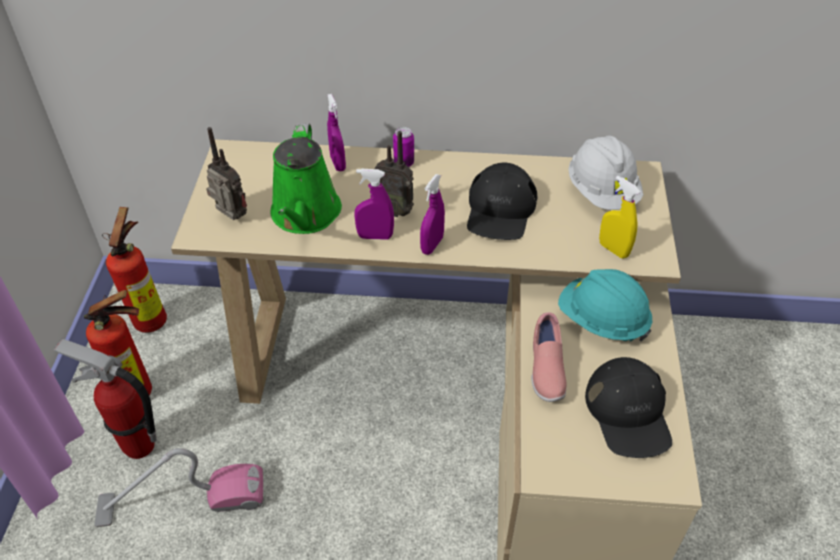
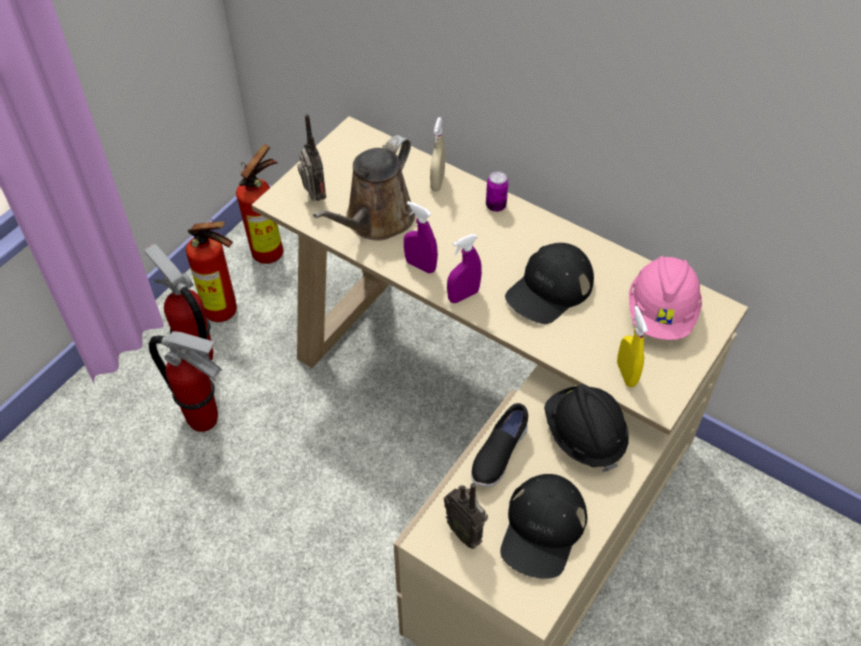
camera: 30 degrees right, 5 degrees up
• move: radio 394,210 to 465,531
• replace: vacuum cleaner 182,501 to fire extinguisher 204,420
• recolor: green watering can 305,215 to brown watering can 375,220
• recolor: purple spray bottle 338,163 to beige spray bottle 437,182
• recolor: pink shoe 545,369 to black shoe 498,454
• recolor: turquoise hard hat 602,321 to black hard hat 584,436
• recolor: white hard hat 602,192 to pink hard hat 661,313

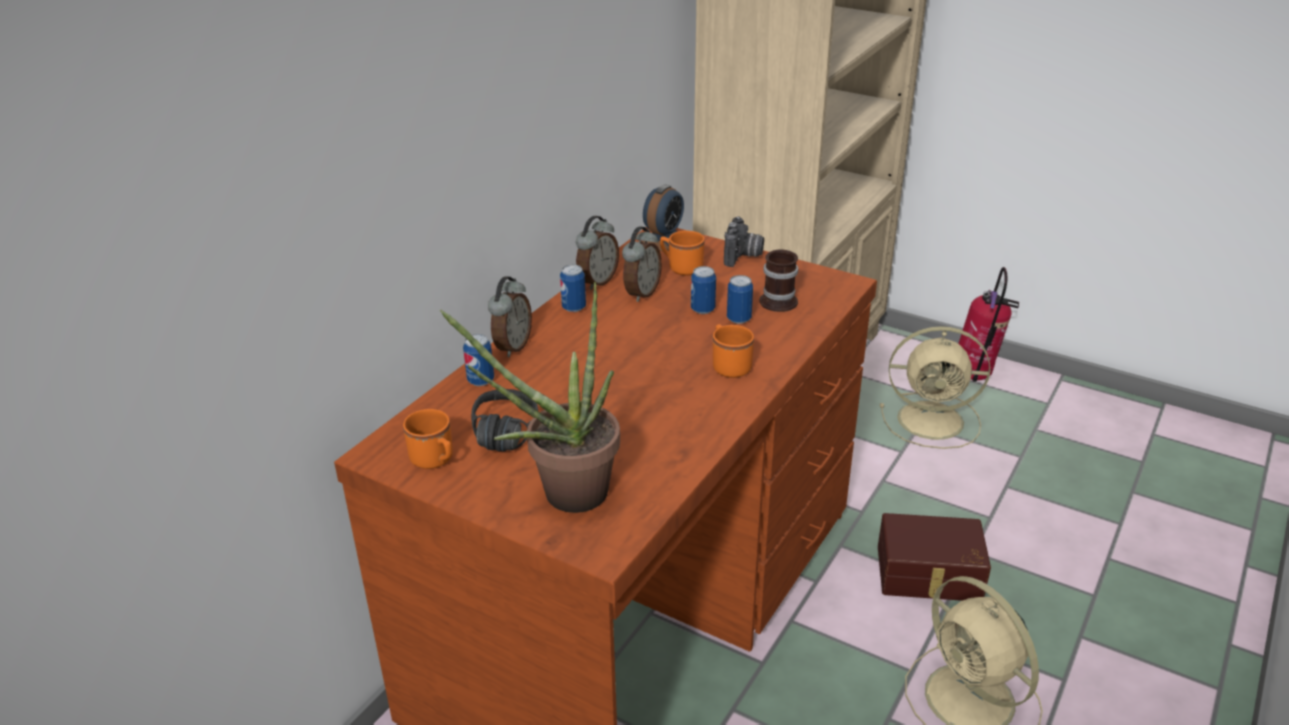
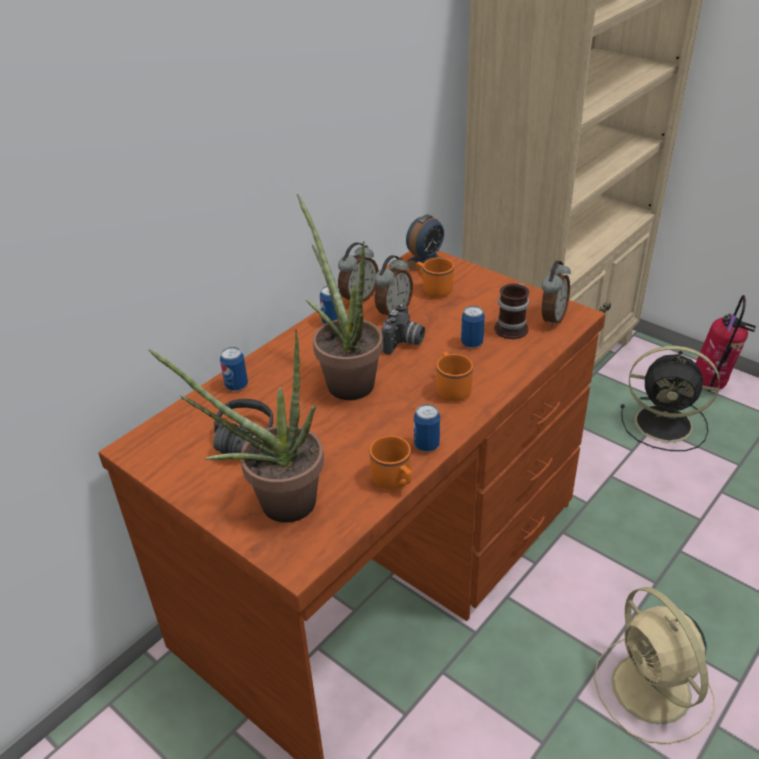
camera: 10 degrees right, 5 degrees up
• delete: brown storage box 929,575
• insert: potted plant 345,379
• move: orange mug 435,461 to 394,482
• move: alarm clock 512,347 to 552,318
• move: can 702,309 to 426,445
• move: photo camera 743,256 to 404,343
• recolor: beige fan 933,420 to black fan 666,424

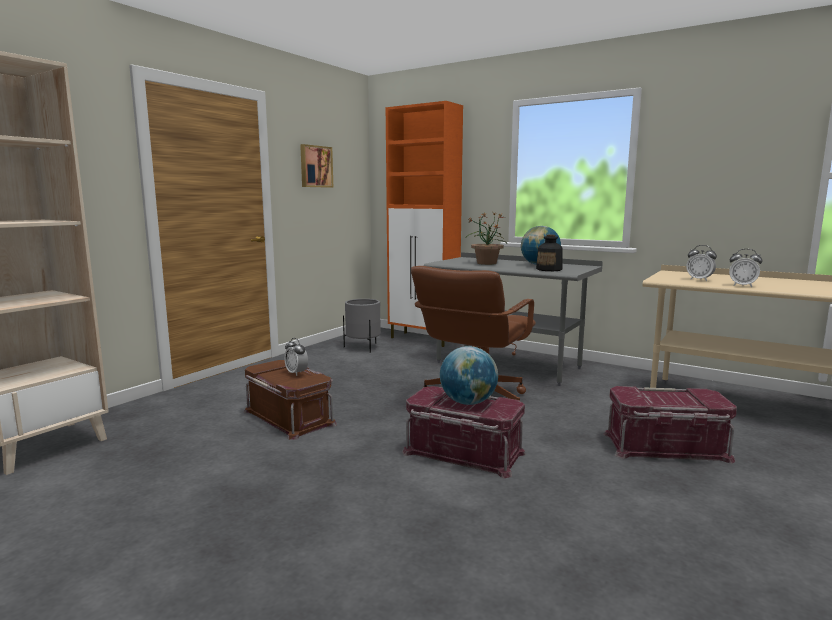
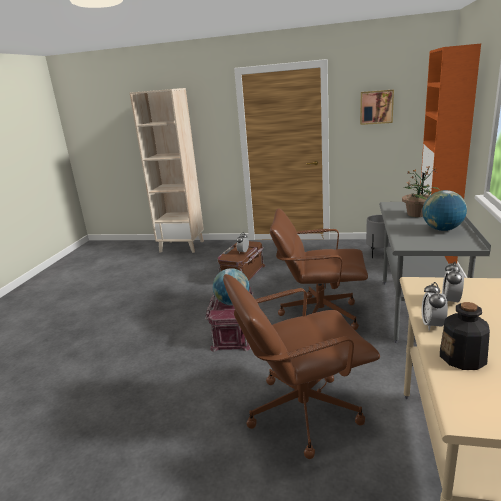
camera: 70 degrees right, 10 degrees up
• move: bottle 549,269 to 463,358
• replace: red storage box 666,447 to brown office chair 301,411

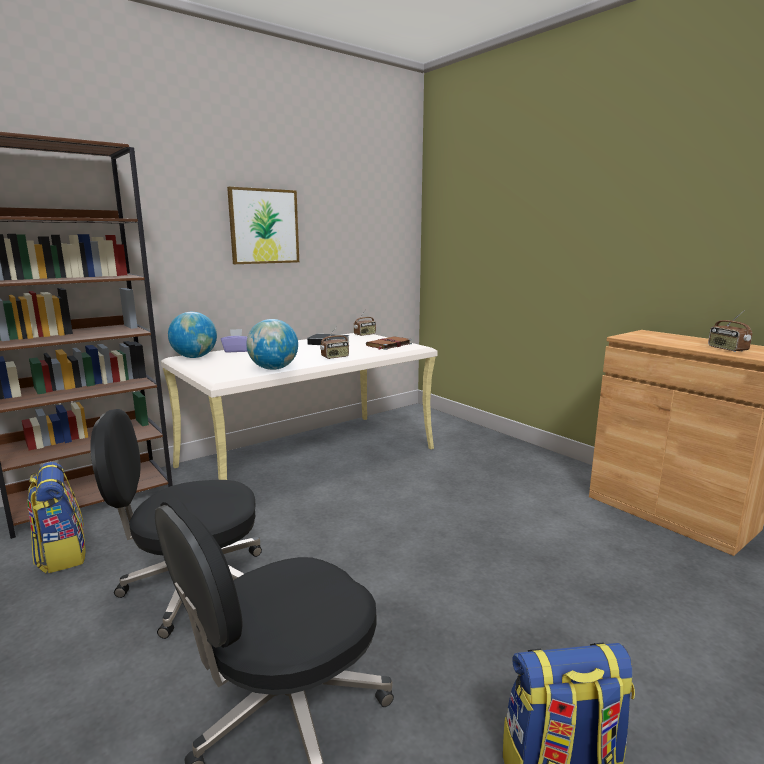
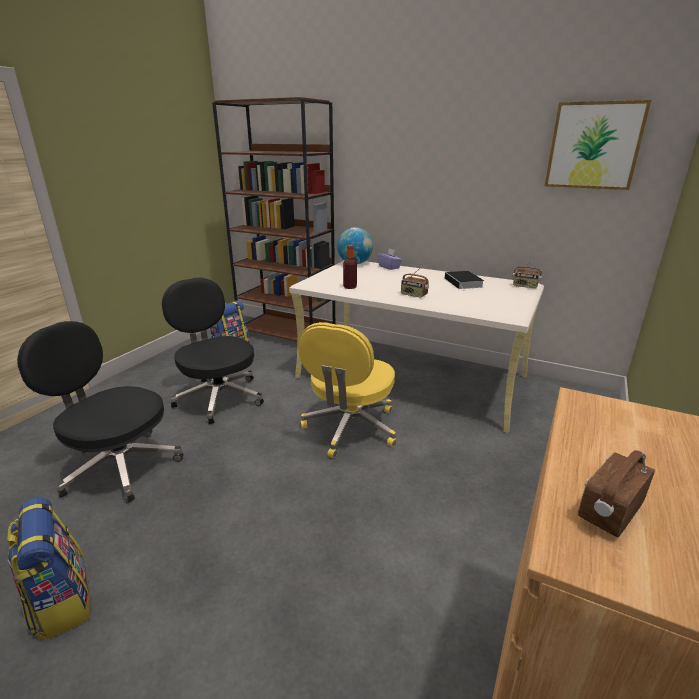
camera: 65 degrees right, 10 degrees up
• delete: brown book 388,345
• insert: yellow office chair 350,429
• move: picture 264,226 to 594,146
• replace: globe 273,369 to bottle 350,287

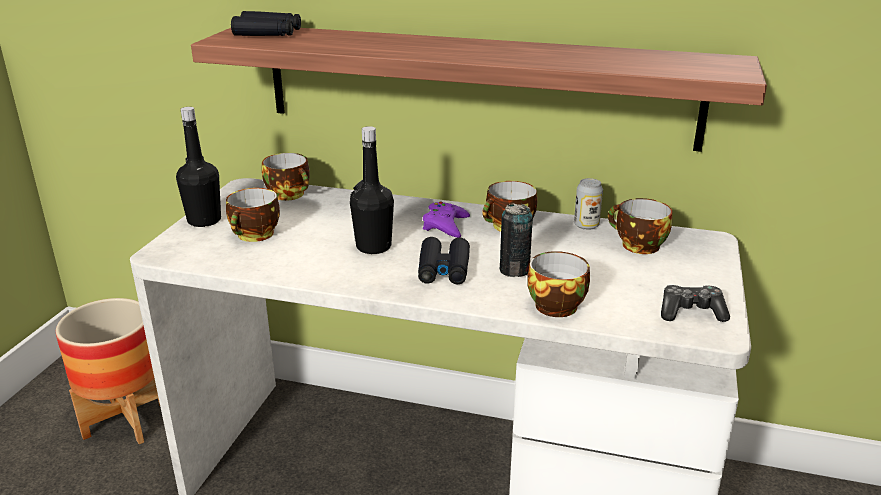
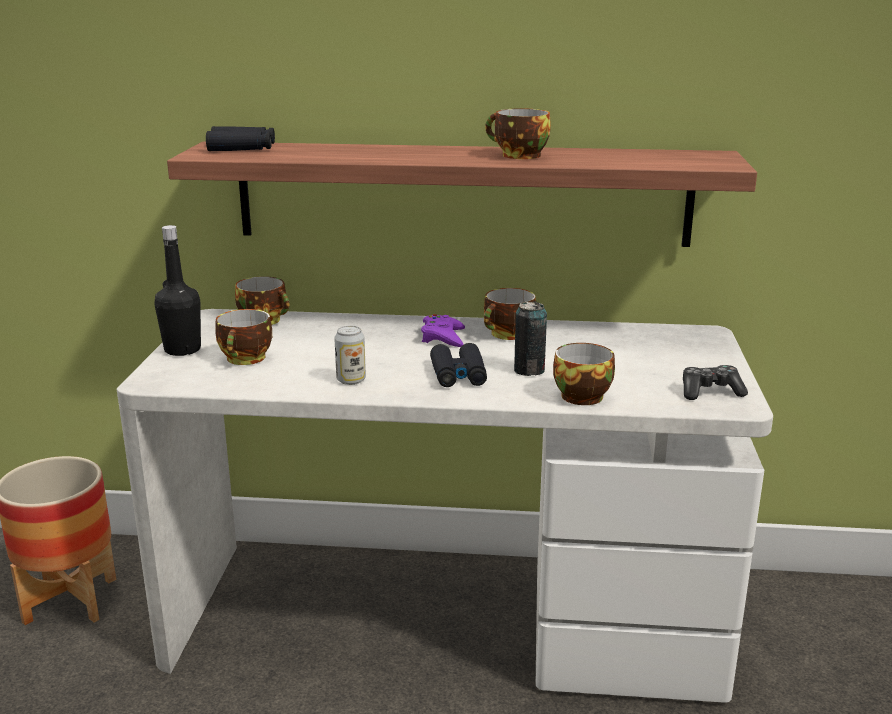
camera: 10 degrees left, 5 degrees down
• delete: black bottle 373,247
• move: can 586,225 to 351,380
• move: cup 637,246 to 518,156

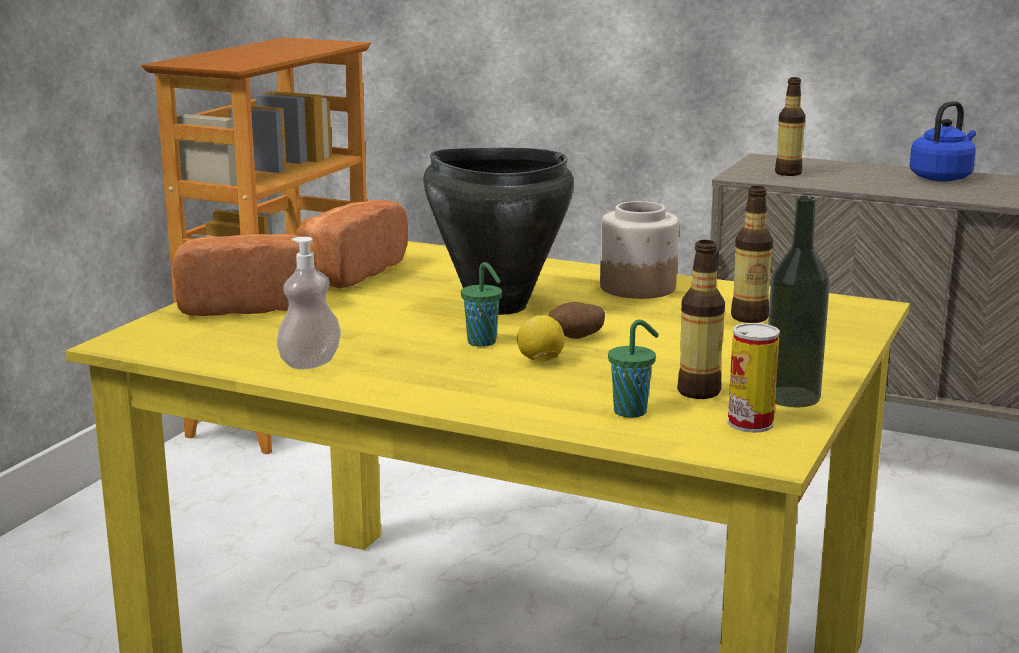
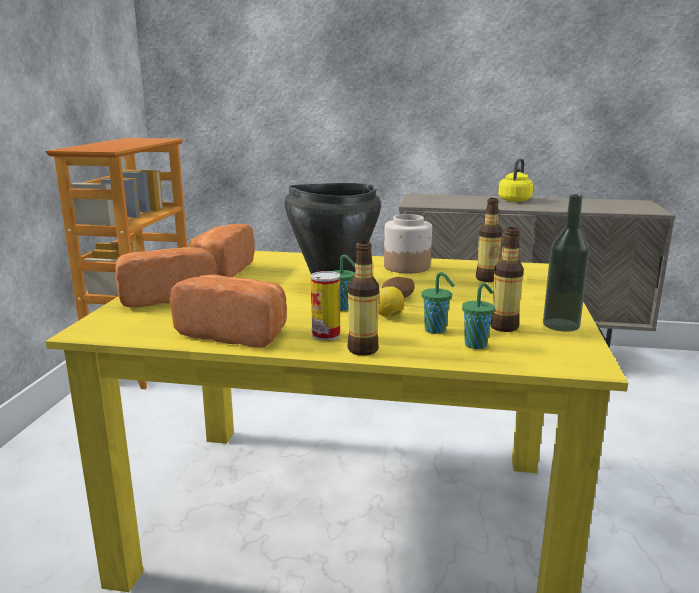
camera: 15 degrees left, 0 degrees up
• insert: green cup 436,330
• move: can 750,423 to 326,335
• move: bottle 788,173 to 362,350
• replace: soap dispenser 310,363 to bread 236,333
• recolor: blue kettle 942,177 to yellow kettle 515,200

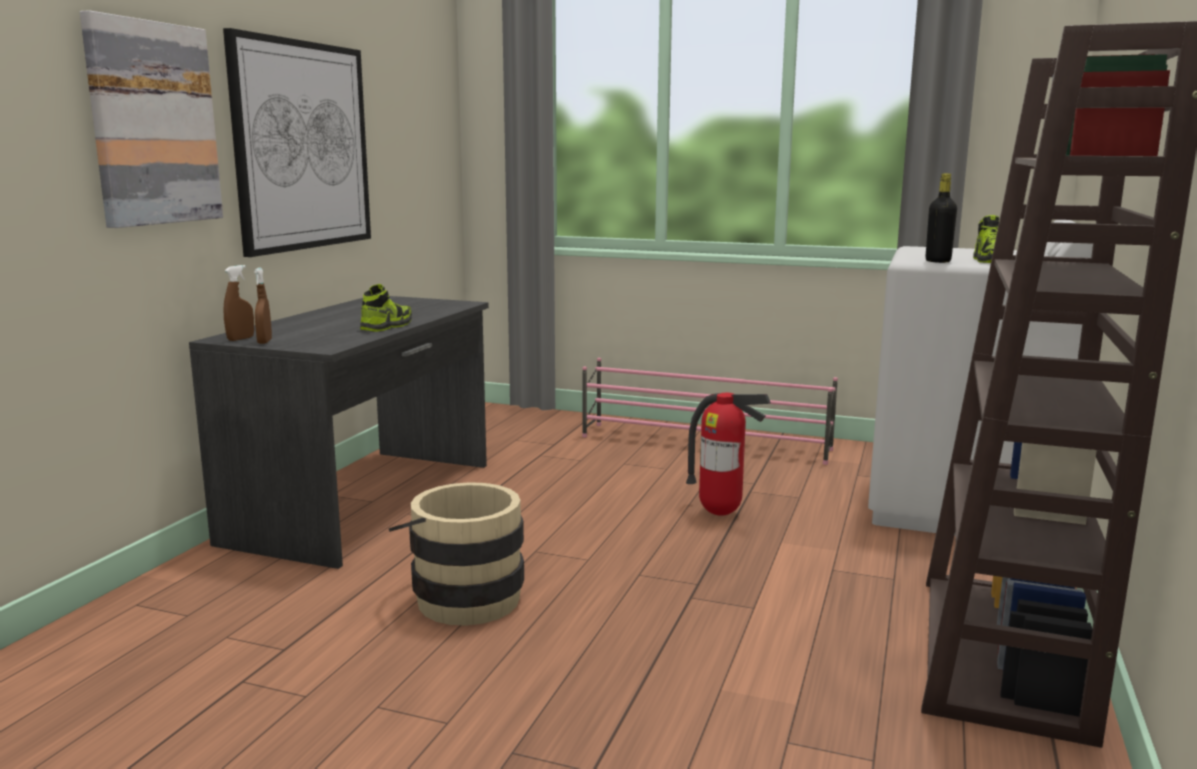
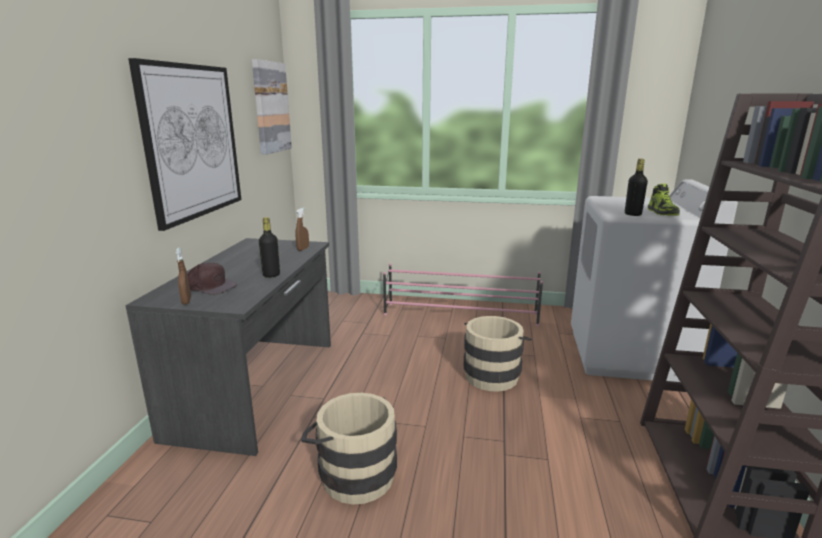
camera: 10 degrees left, 5 degrees up
• insert: brown cap 210,286
• move: picture 153,124 to 271,107
• move: brown spray bottle 241,339 to 303,249
• replace: shoe 387,326 to black bottle 271,275
• replace: fire extinguisher 721,513 to beige bucket 493,374

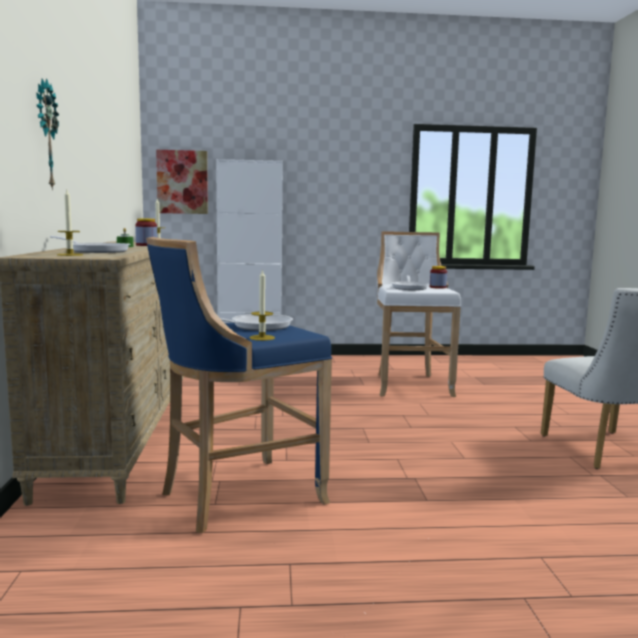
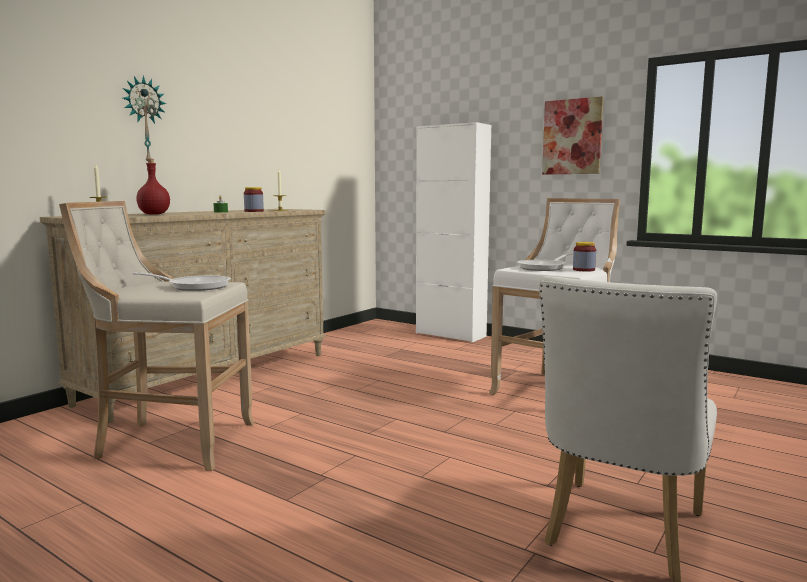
camera: 40 degrees right, 0 degrees up
• delete: candle 262,338
• move: picture 182,182 to 572,137
• replace: frying pan 96,251 to red bottle 154,214
• recolor: blue stool 236,497 to beige stool 171,442

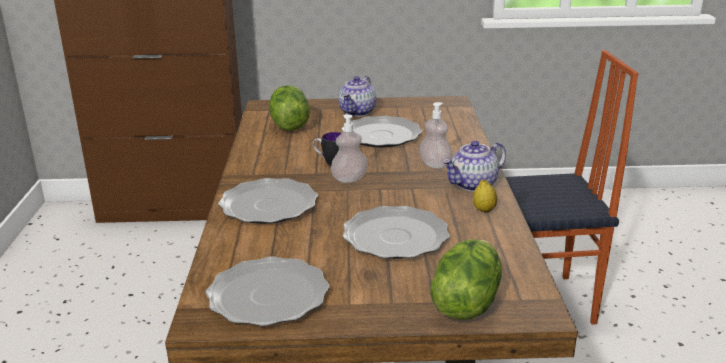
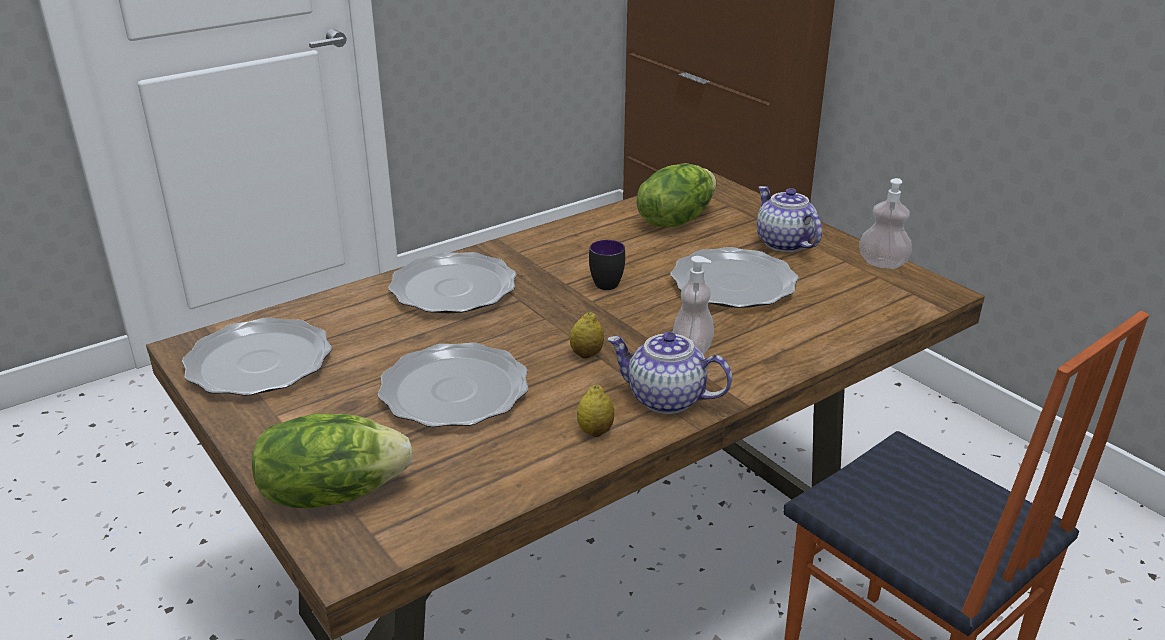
camera: 55 degrees right, 5 degrees up
• insert: lemon 586,354
• move: soap dispenser 349,179 to 882,263
• rotate: teapot 358,112 = 783,243 75 degrees clockwise

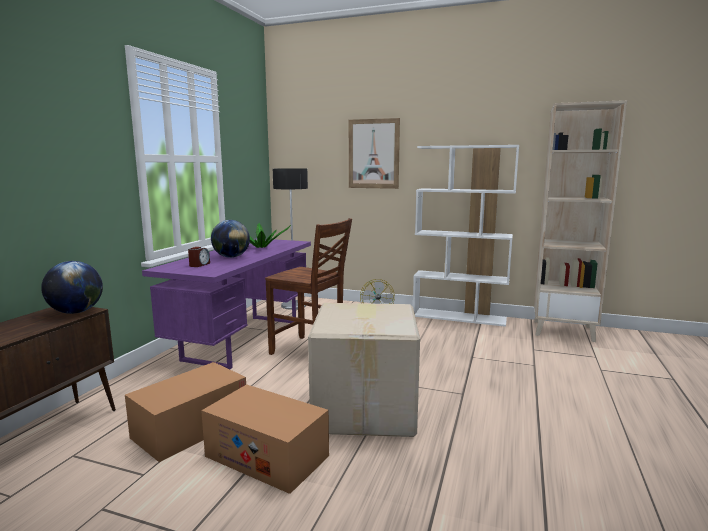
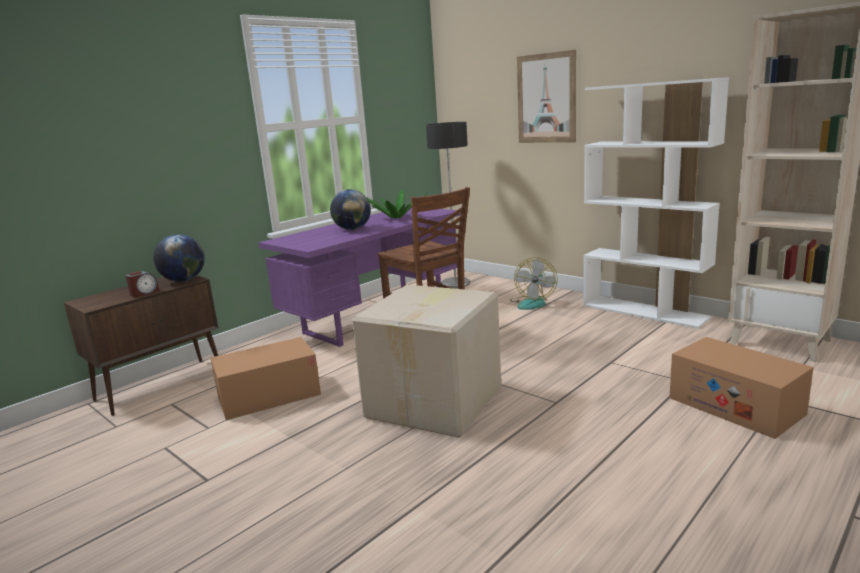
camera: 25 degrees right, 5 degrees up
• move: alarm clock 199,265 to 144,293
• move: cardboard box 267,456 to 735,406

